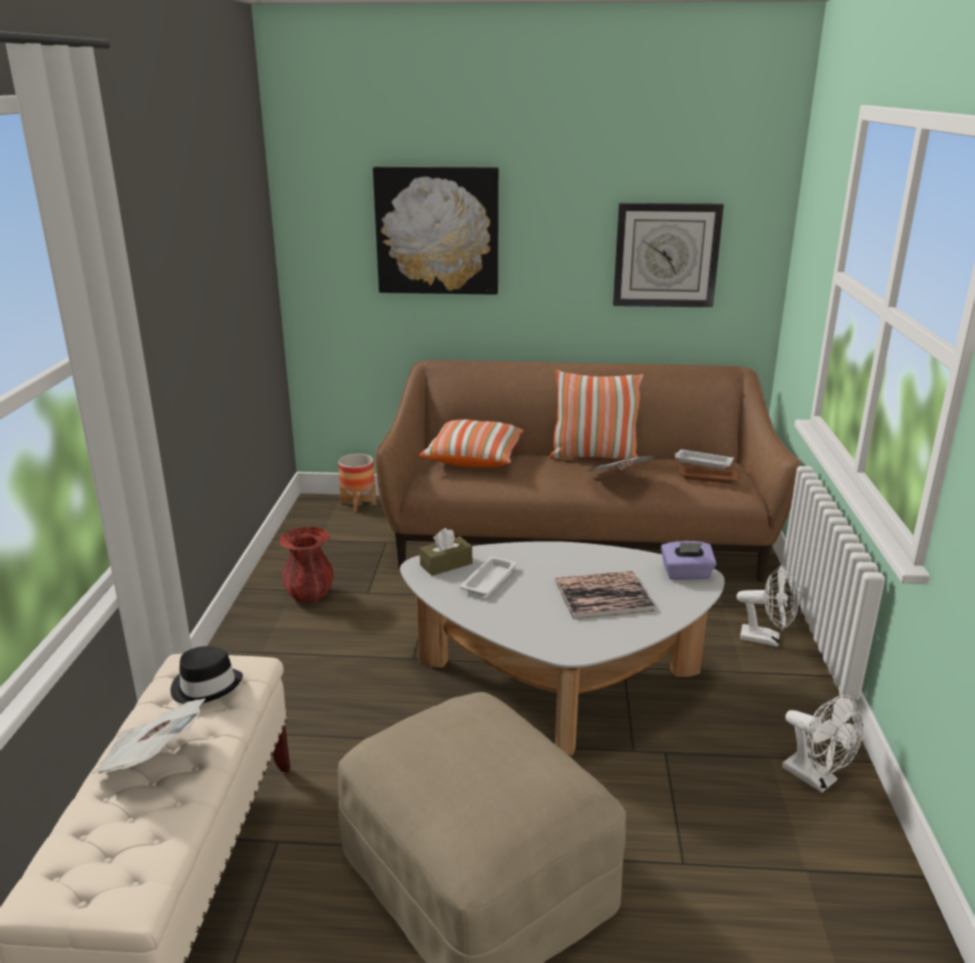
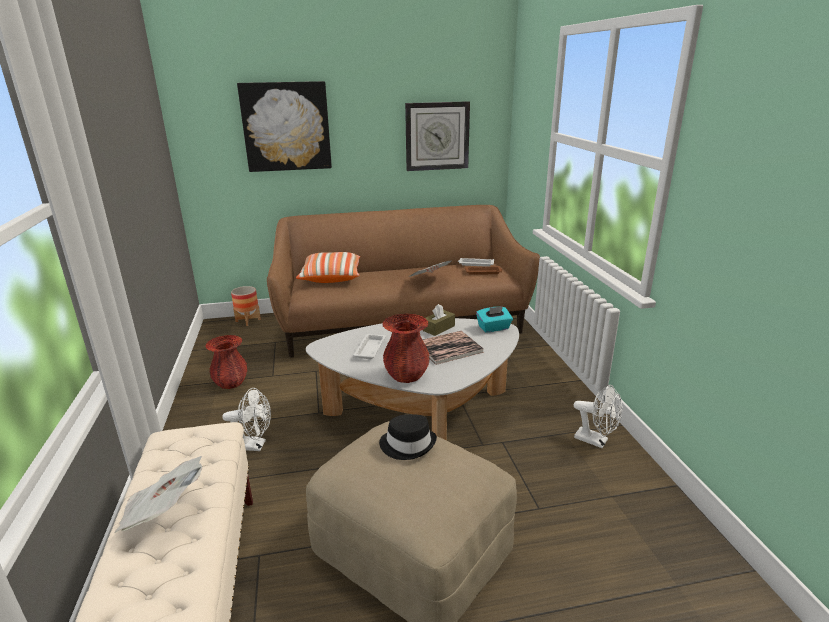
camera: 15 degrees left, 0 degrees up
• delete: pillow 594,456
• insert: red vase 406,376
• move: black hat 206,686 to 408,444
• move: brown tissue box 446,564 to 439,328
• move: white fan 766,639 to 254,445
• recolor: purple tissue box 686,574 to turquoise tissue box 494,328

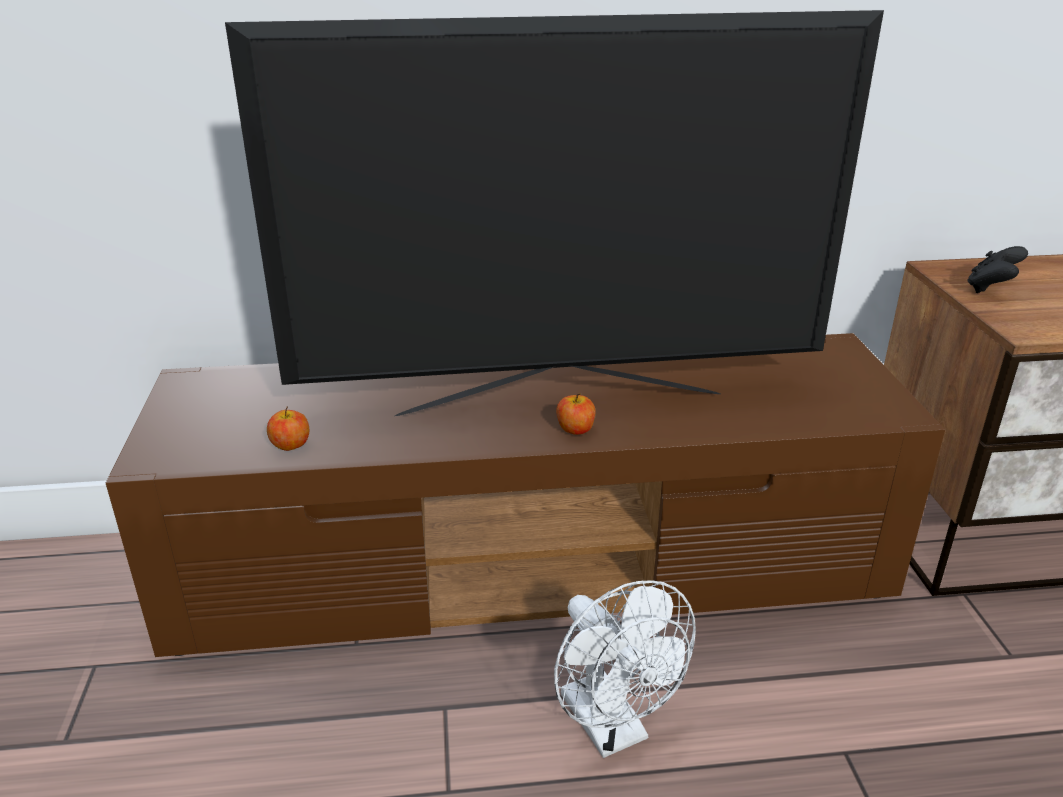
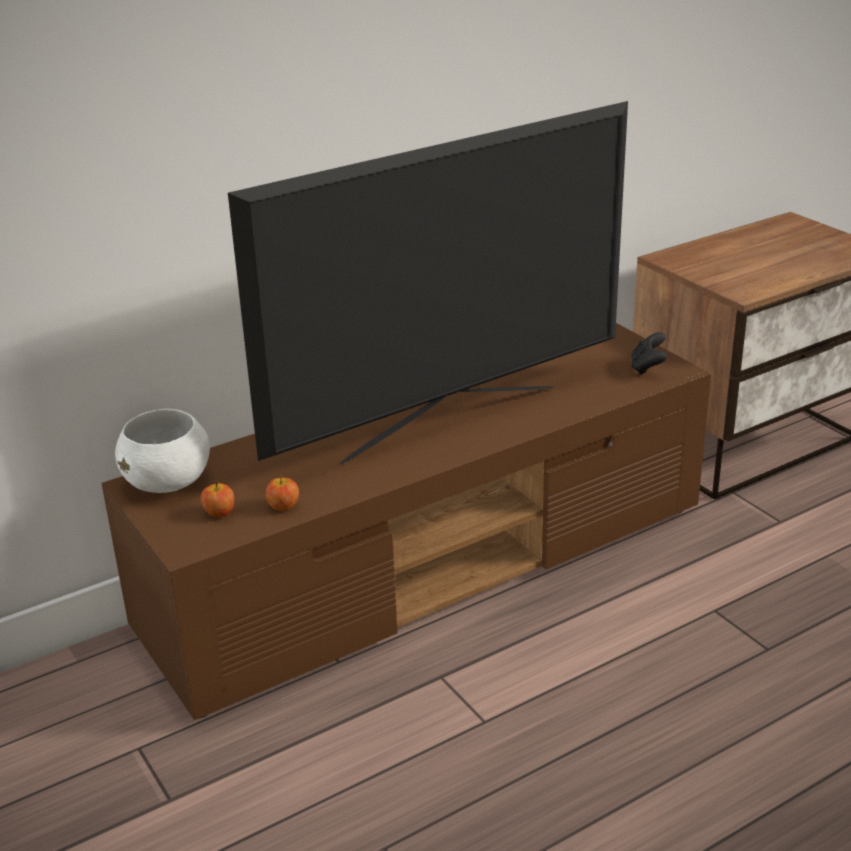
camera: 25 degrees left, 0 degrees up
• delete: white fan 612,729
• insert: white bowl 169,483
• move: apple 575,430 to 219,513
• move: black game controller 991,289 to 647,368

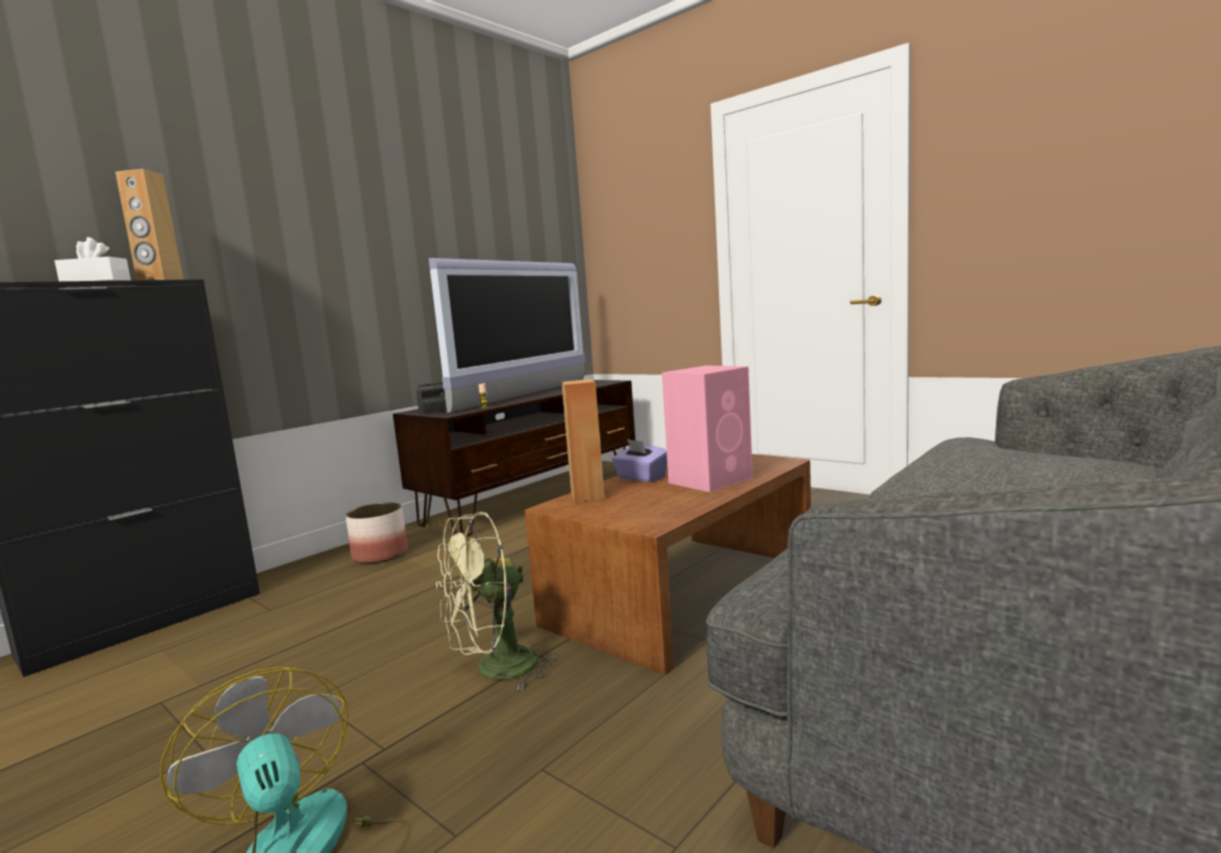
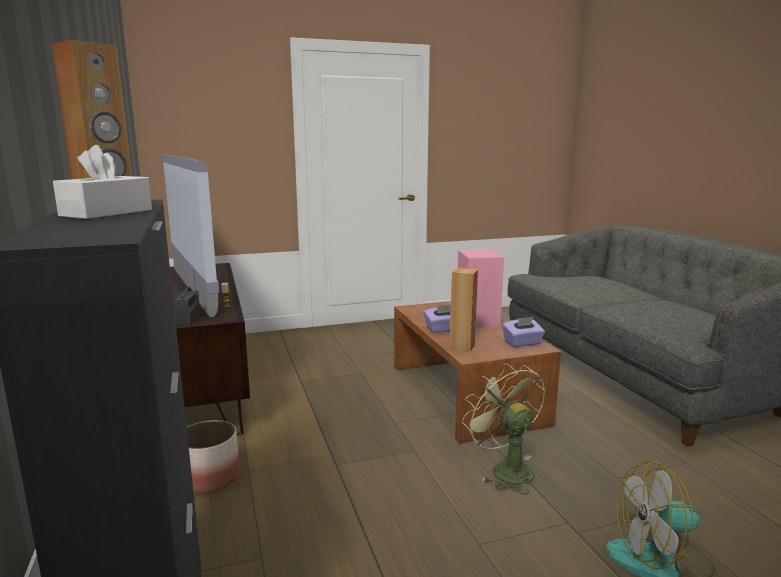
camera: 60 degrees left, 5 degrees up
• insert: purple tissue box 522,343
• rotate: green fan 495,670 = 504,469 150 degrees clockwise

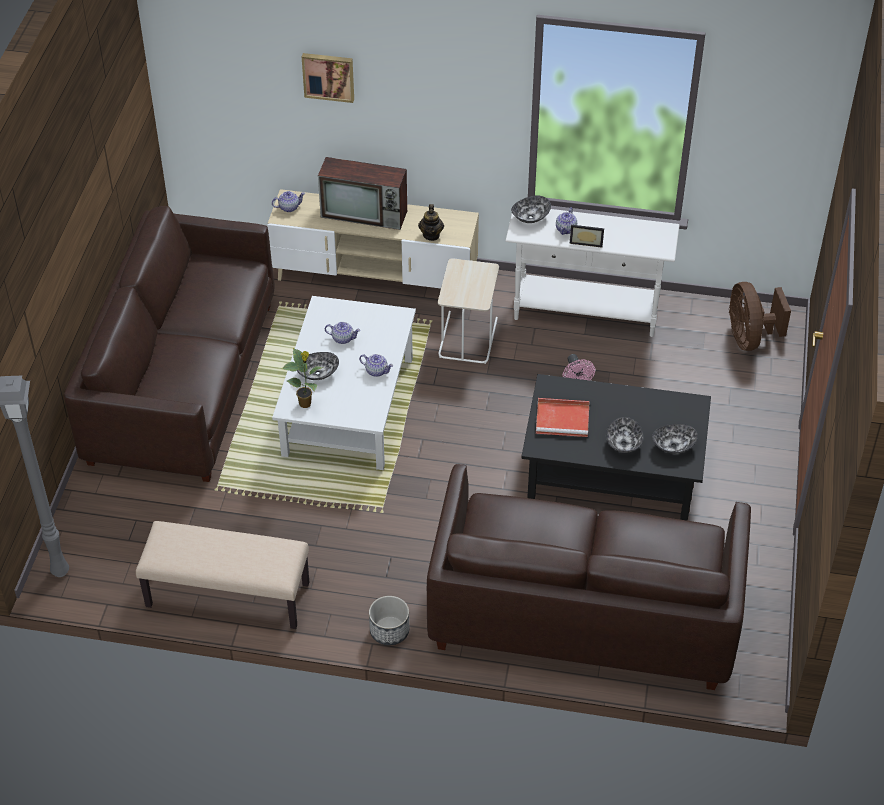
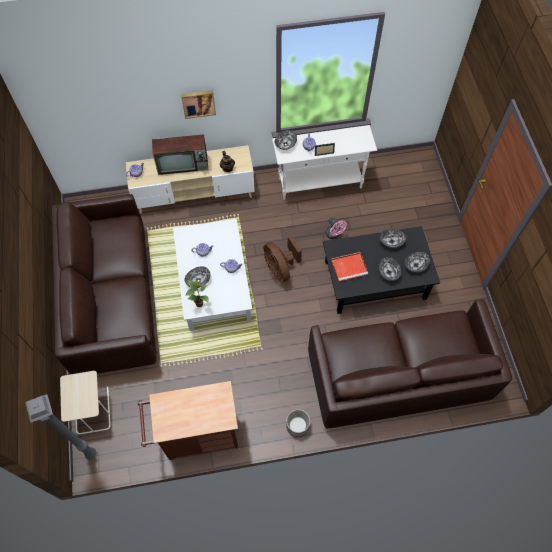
camera: 20 degrees left, 15 degrees up
• insert: bowl 391,241
• move: picture 328,76 to 198,103
• move: beige side table 467,337 to 92,410
• move: brown fan 749,337 to 280,268
• replace: beige bench 227,596 to brown cart 196,435

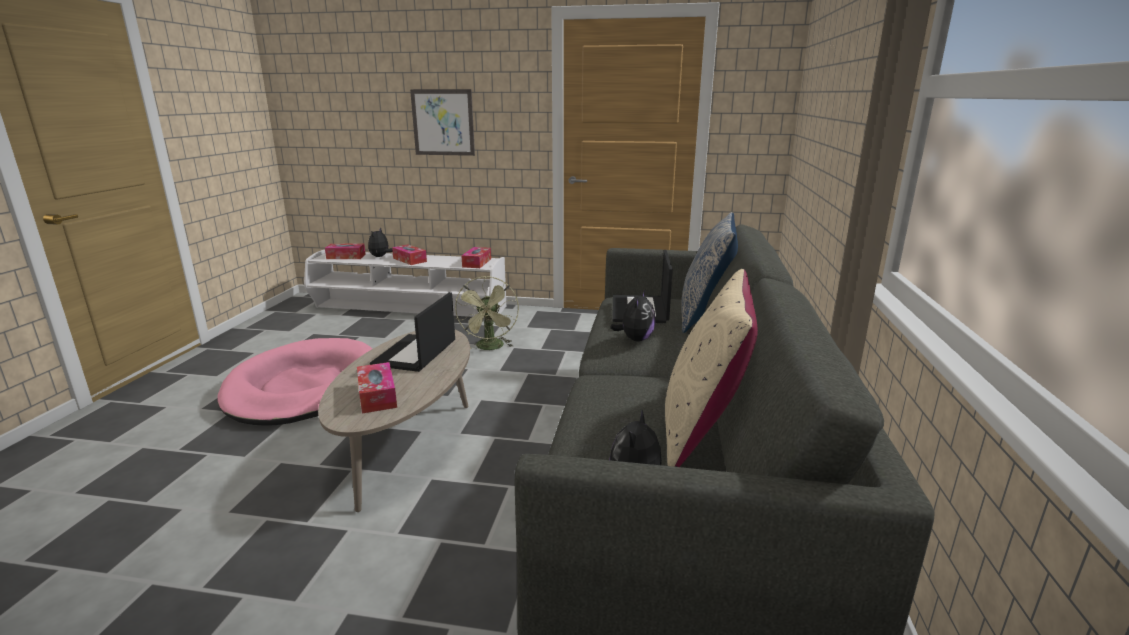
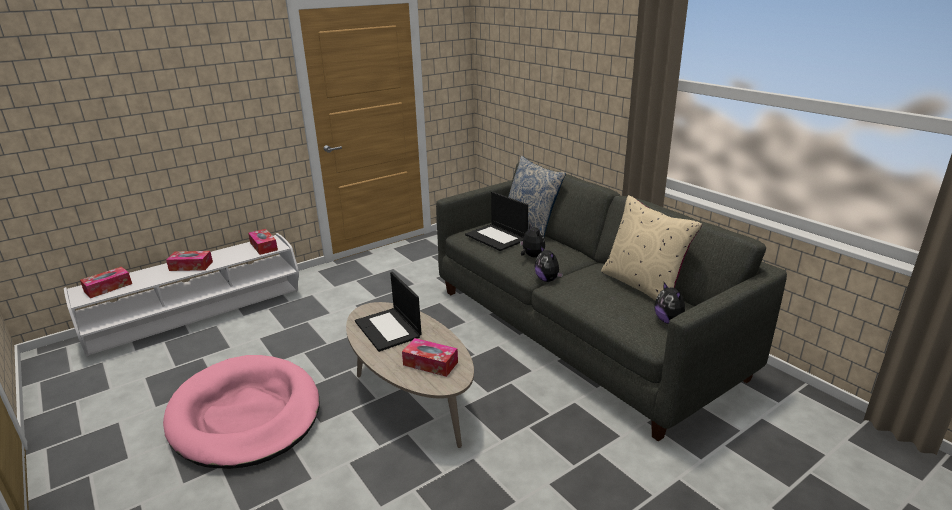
camera: 45 degrees left, 5 degrees up
• delete: picture 443,122
• delete: green fan 490,348
• move: plush toy 380,256 to 548,280

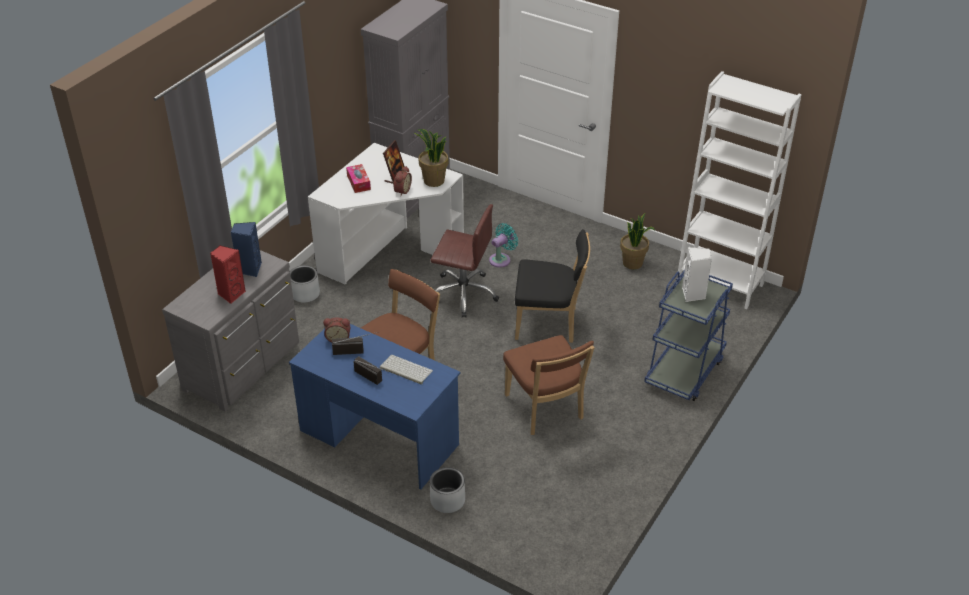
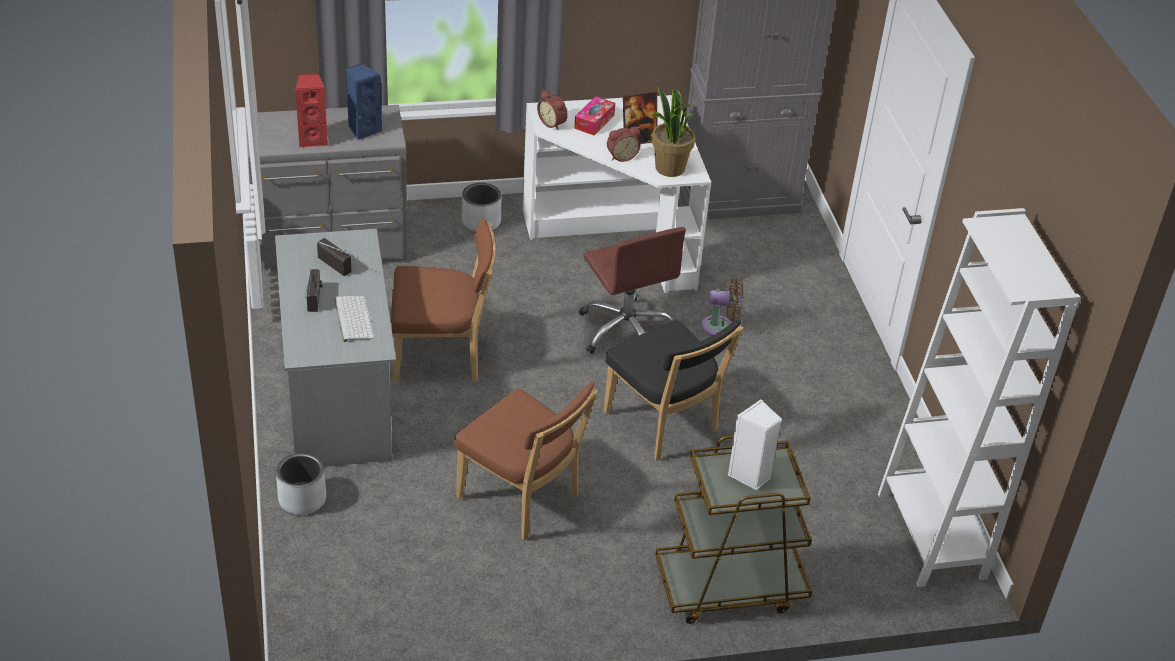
camera: 45 degrees right, 0 degrees up
• delete: potted plant 633,263
• move: alarm clock 338,338 to 553,123
• recolor: blue desk 379,437 to grey desk 337,395
• recolor: turquoise fan 501,259 to brown fan 720,327
• recolor: blue cart 684,371 to brown cart 729,586
• rotate: brown chair 545,410 = 522,499 75 degrees counterclockwise

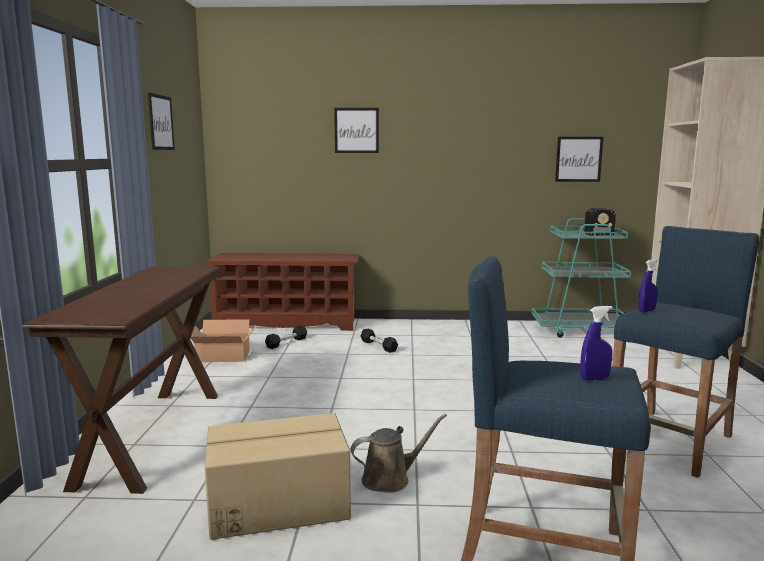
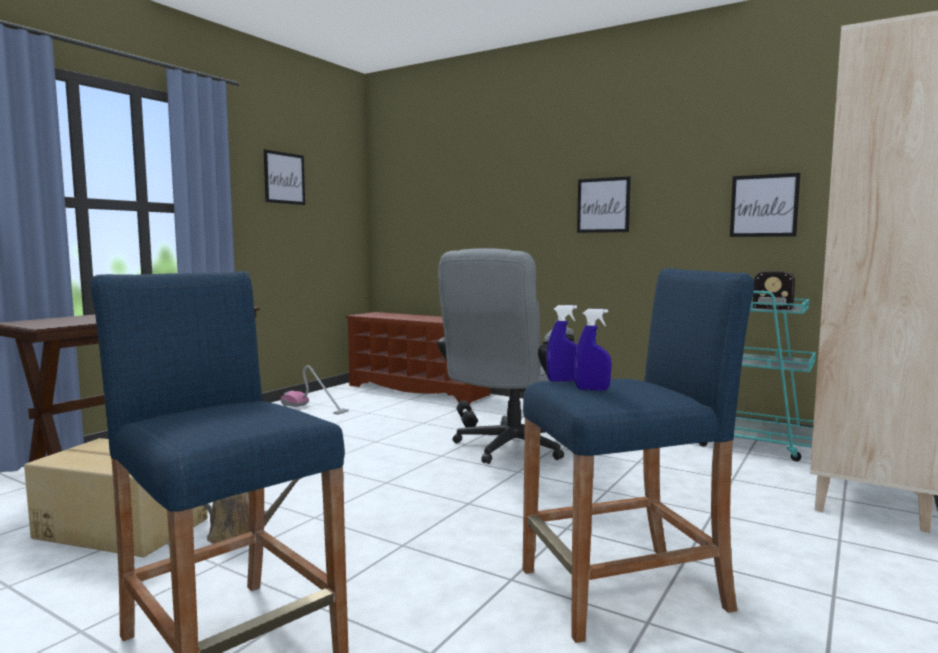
camera: 30 degrees right, 5 degrees down
• delete: black dumbbell 286,343
• insert: grey office chair 507,449
• move: picture 356,130 to 603,205
• move: blue spray bottle 594,379 to 592,389
• replace: cardboard box 224,357 to vacuum cleaner 314,408

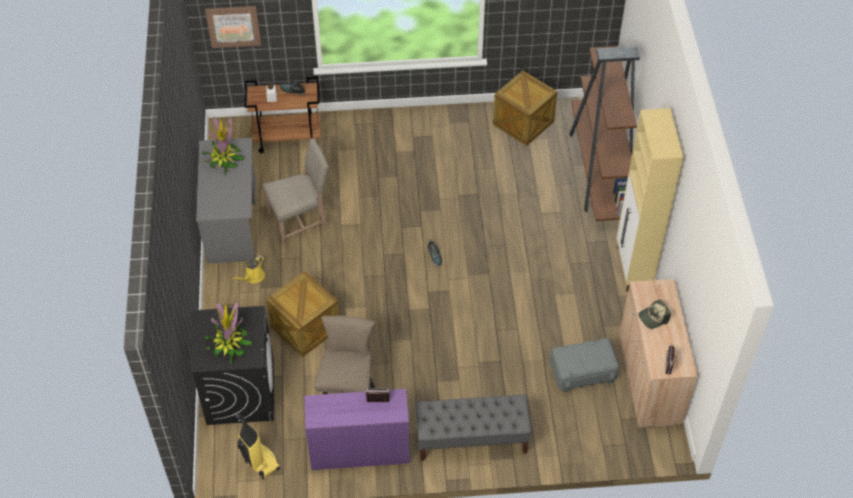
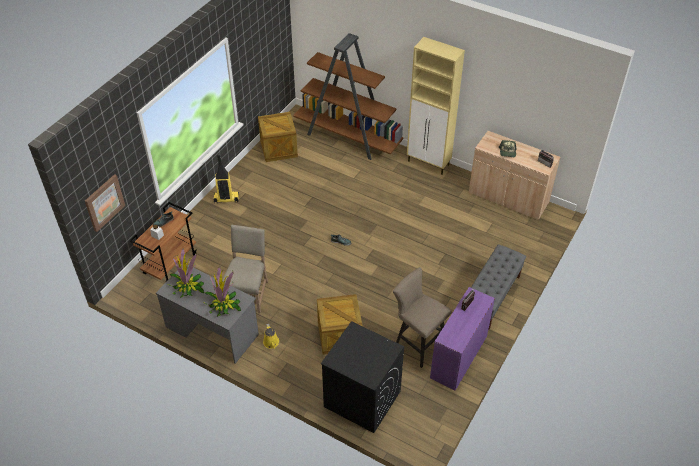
camera: 55 degrees left, 5 degrees down
• delete: grey storage box 582,371
• move: potted plant 229,343 to 223,305
• move: vacuum cleaner 259,461 to 226,199

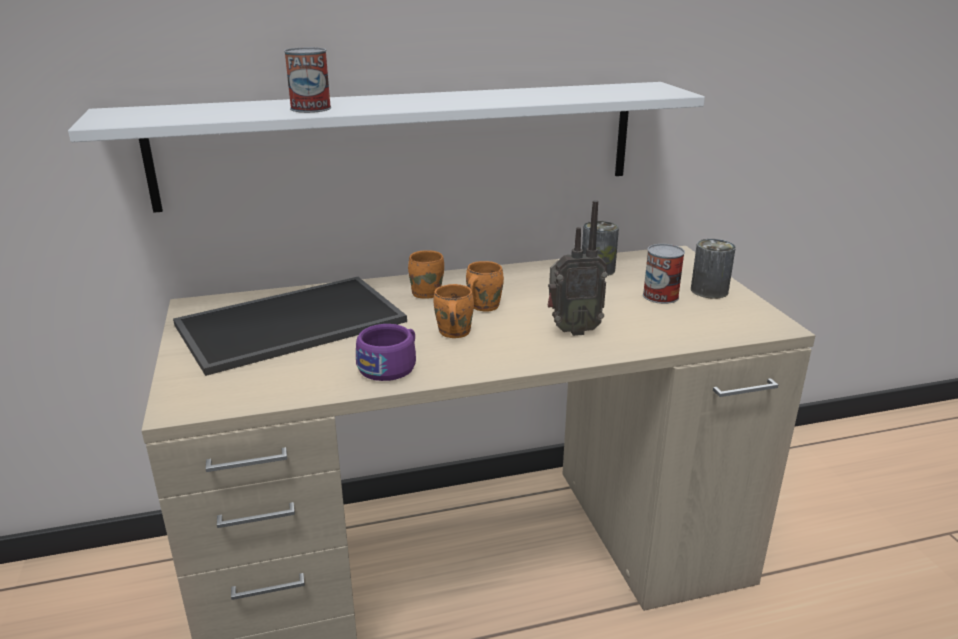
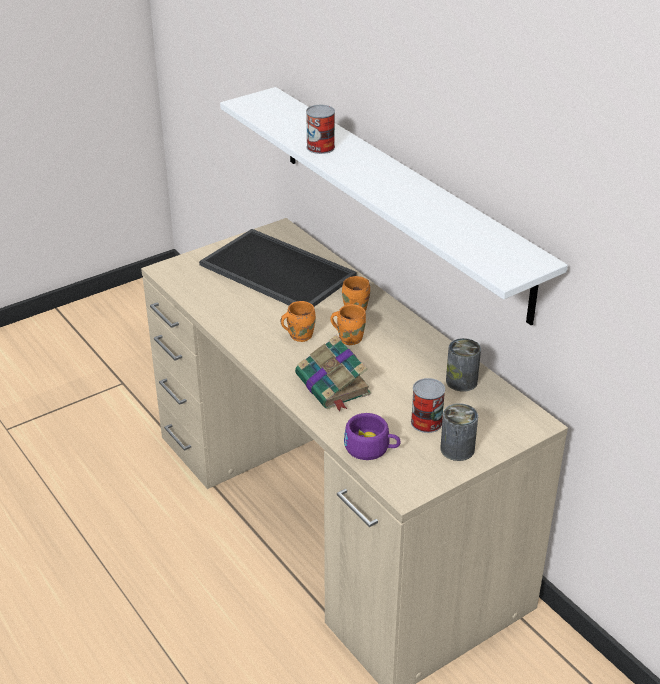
camera: 70 degrees right, 10 degrees up
• move: purple cup 391,366 to 372,448
• replace: radio 572,330 to book 333,386

